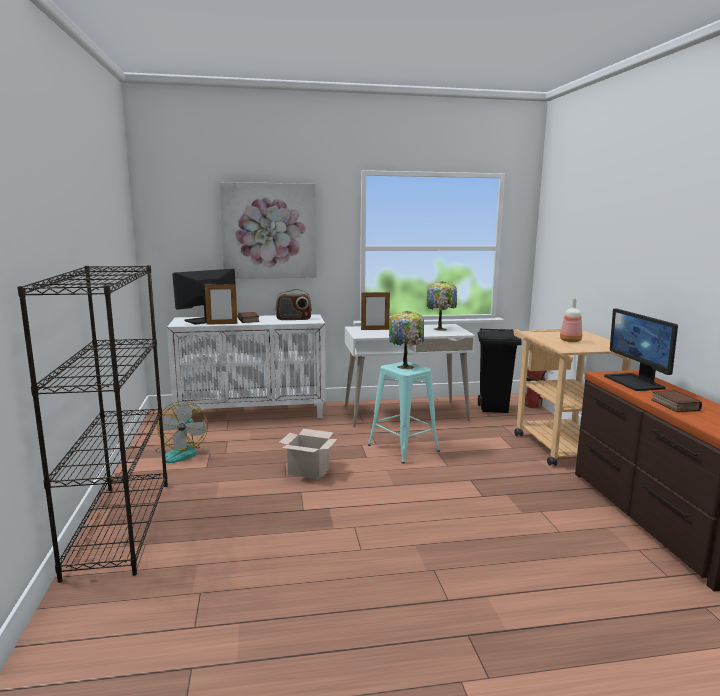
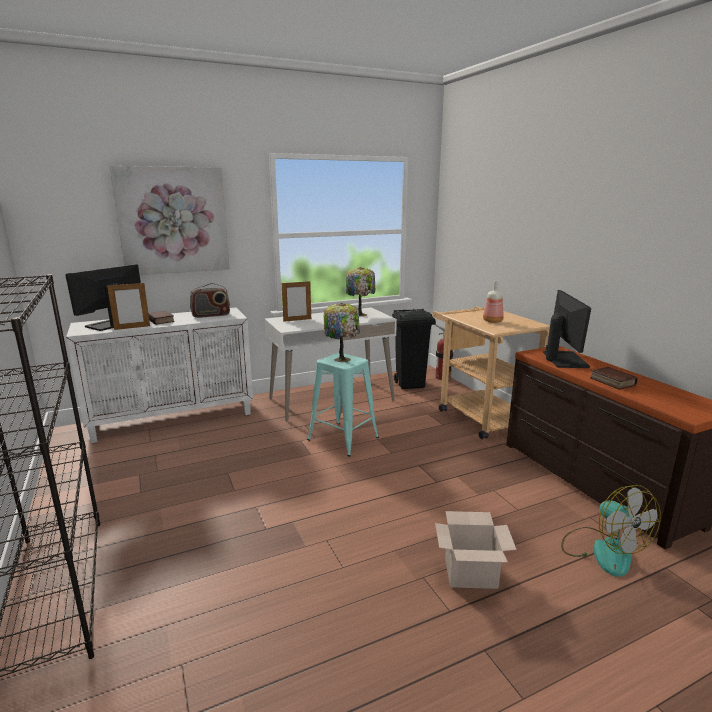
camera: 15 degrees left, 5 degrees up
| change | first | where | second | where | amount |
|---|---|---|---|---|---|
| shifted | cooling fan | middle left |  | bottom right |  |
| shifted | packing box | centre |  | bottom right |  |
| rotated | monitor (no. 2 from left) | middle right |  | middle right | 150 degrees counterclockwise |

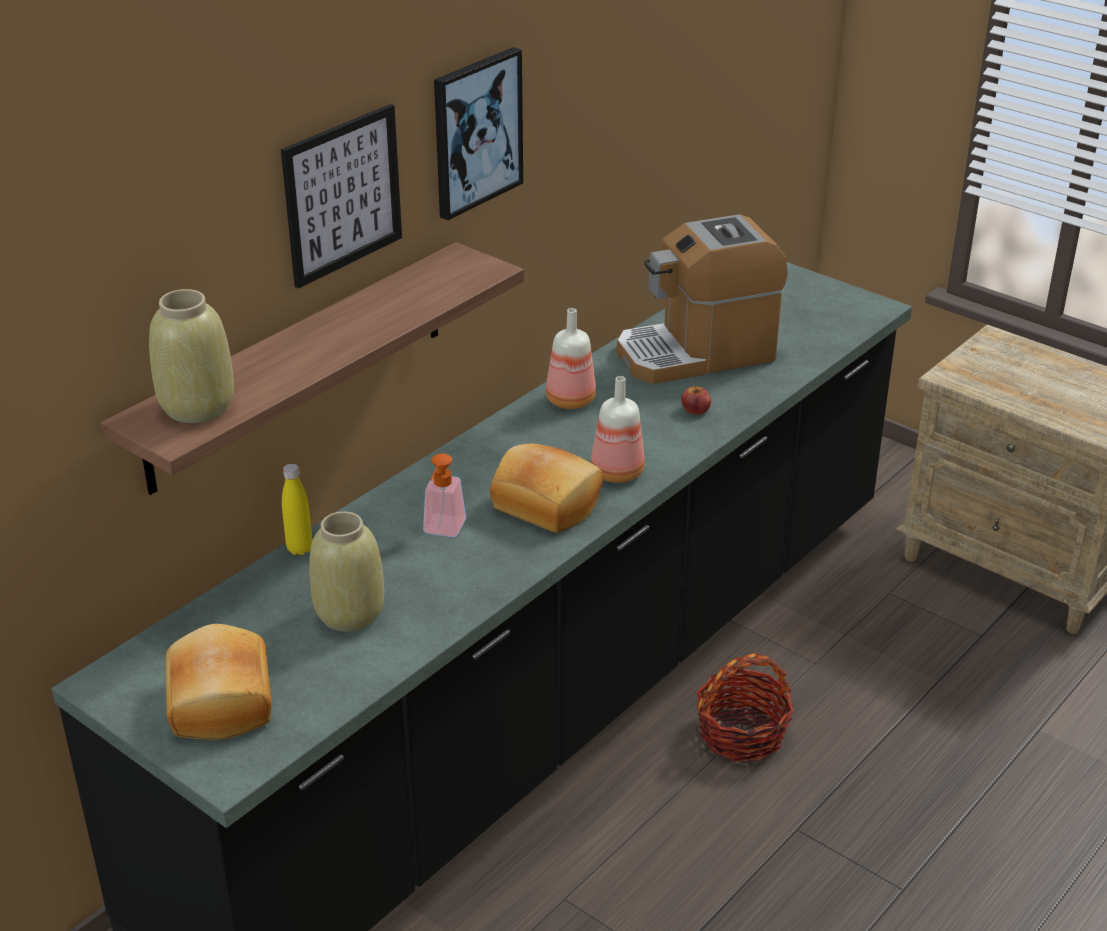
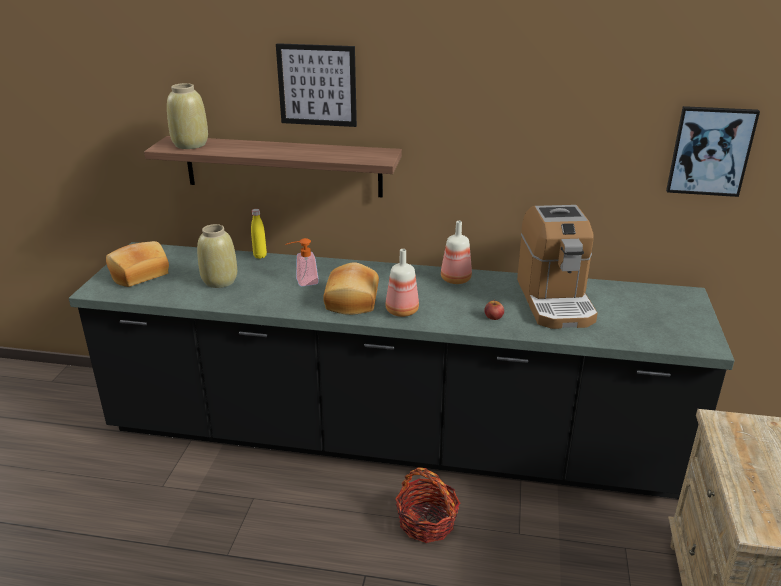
camera: 60 degrees right, 5 degrees down
| change | first | where | second | where | amount |
|---|---|---|---|---|---|
| shifted | wall art (no. 2 from left) | top centre |  | top right |  |
| rotated | coffee maker | top centre |  | middle right | 135 degrees counterclockwise |

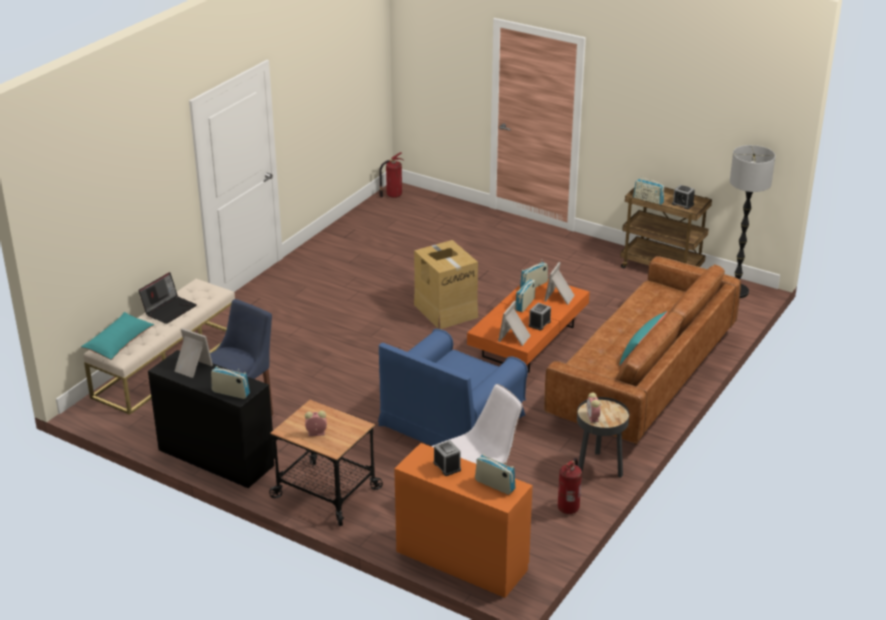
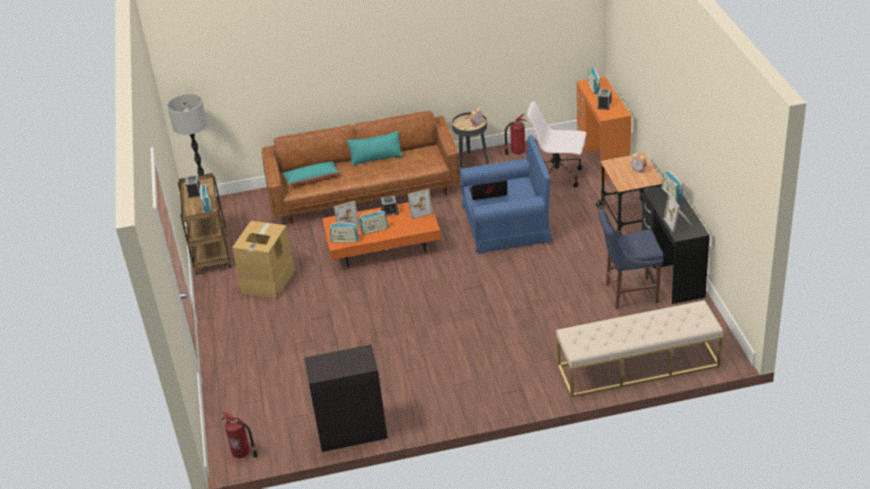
camera: 130 degrees left, 5 degrees up
| change | first | where | second | where | amount |
|---|---|---|---|---|---|
| new |  |  | cupboard (black-coloured) | bottom centre |  |
| shifted | pillow (turquoise-coloured) (no. 1 from left) | middle left |  | centre |  |
| shifted | laptop | middle left |  | centre |  |
| shifted | packing box | centre |  | middle left |  |

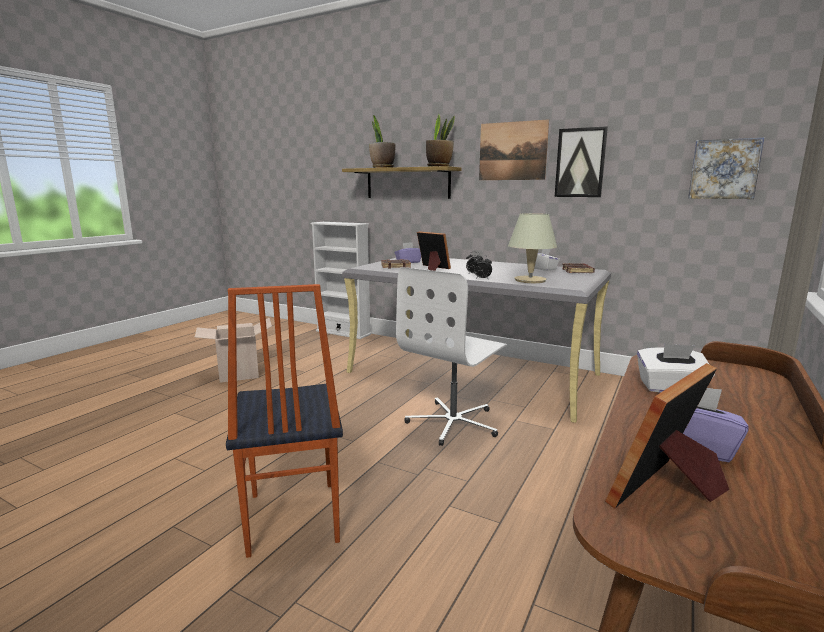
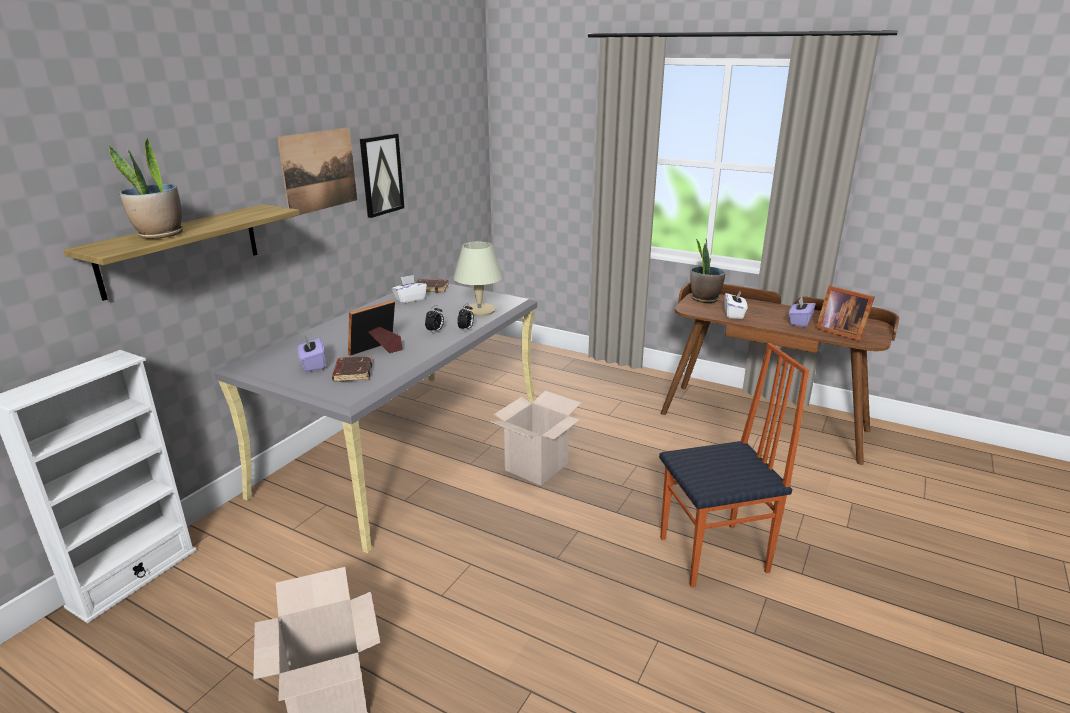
camera: 90 degrees left, 10 degrees up
| change | first | where | second | where | amount |
|---|---|---|---|---|---|
| gone | wall art (no. 3 from left) | top right |  |  |  |
| shifted | potted plant (no. 2 from left) | top centre |  | centre |  |
| swapped | office chair (white-coloured) | centre | packing box (no. 2 from left) | centre |  |

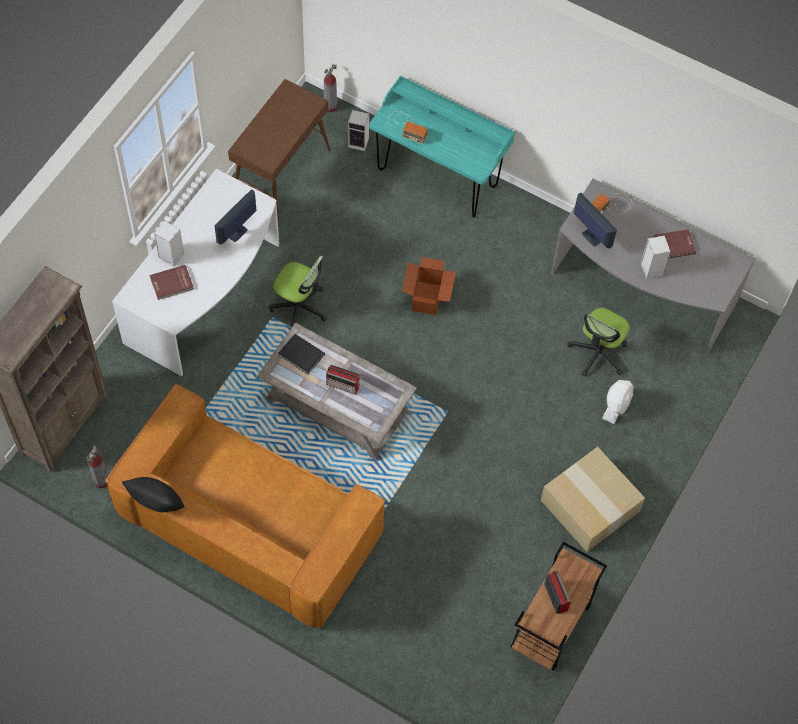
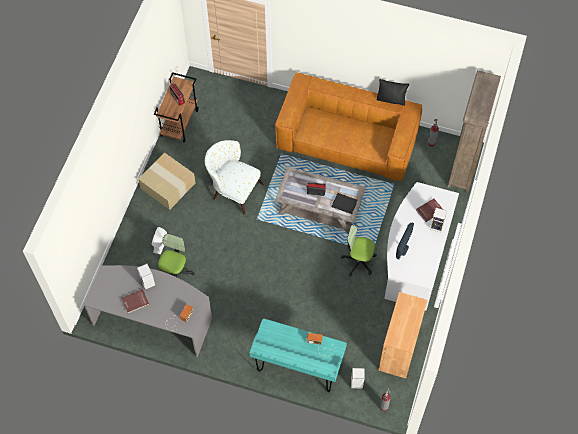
camera: 170 degrees right, 0 degrees up
| change | first | where | second | where | amount |
|---|---|---|---|---|---|
| gone | packing box (no. 1 from left) | centre |  |  |  |
| gone | monitor (no. 2 from left) | top right |  |  |  |
| new |  |  | easy chair (white-coloured) | centre |  |
| swapped | console table (brown-coloured) | top centre | cupboard (brown-coloured) | bottom right |  |

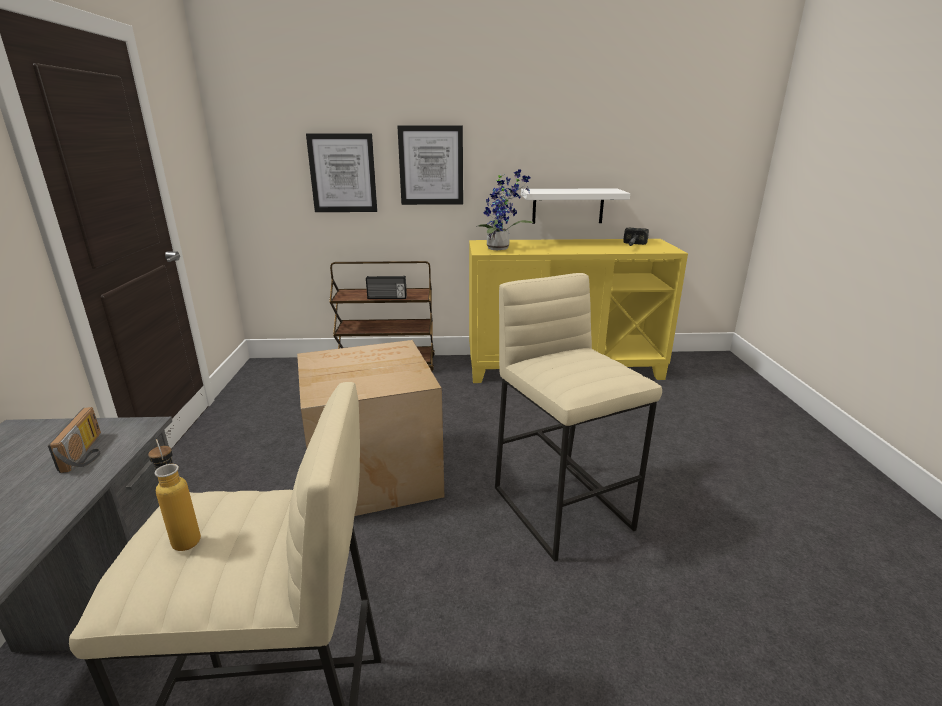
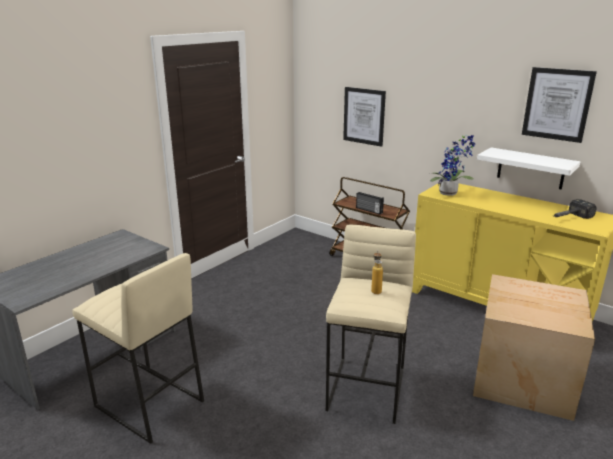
camera: 40 degrees right, 0 degrees up
| change | first | where | second | where | amount |
|---|---|---|---|---|---|
| gone | radio set (no. 1 from left) | middle left |  |  |  |
| shifted | beverage bottle | bottom left |  | centre |  |
| shifted | packing box | centre |  | bottom right |  |
| shifted | wall art (no. 2 from left) | top centre |  | top right |  |

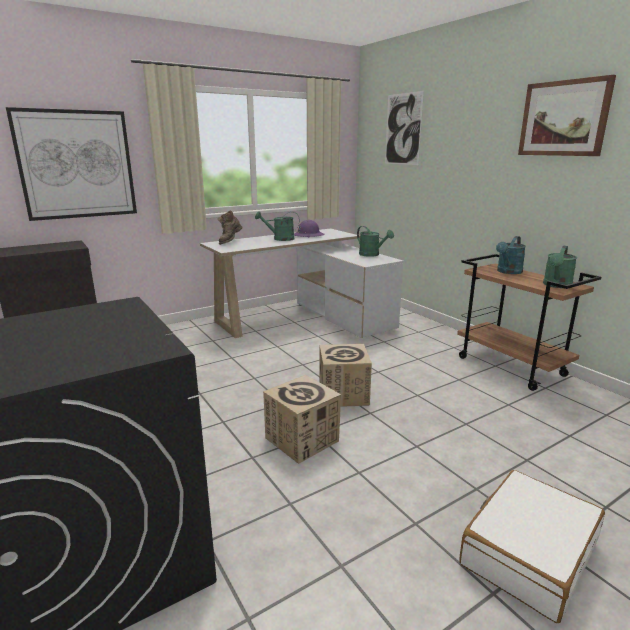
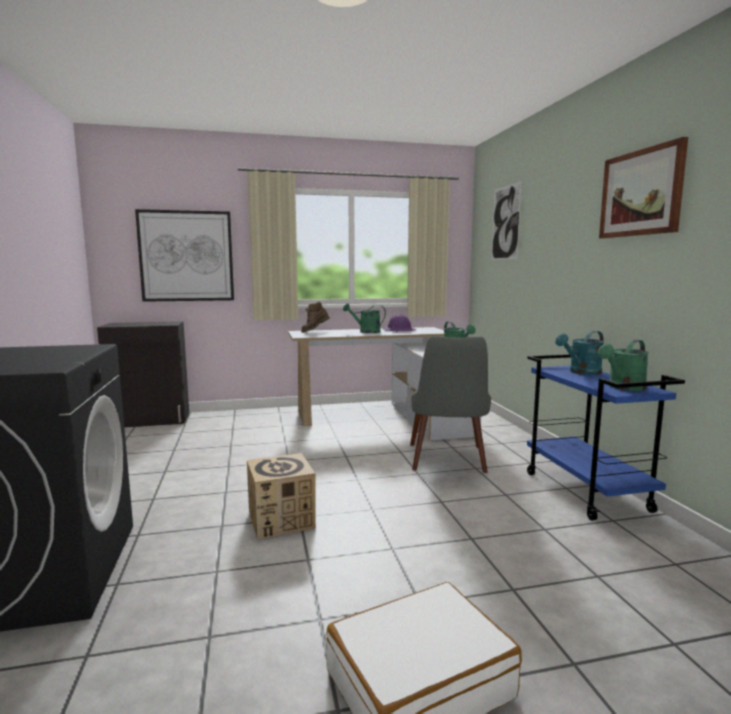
camera: 20 degrees right, 10 degrees down
| change | first | where | second | where | amount |
|---|---|---|---|---|---|
| gone | packing box (no. 2 from left) | centre |  |  |  |
| new |  |  | upright chair (gray) | centre |  |
| repainted | wheeled cart (brown-coloured) | middle right | wheeled cart (bluish) | middle right |  |

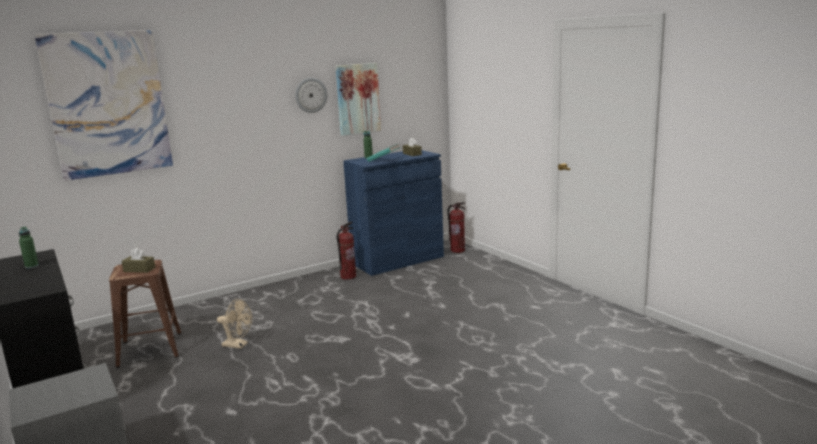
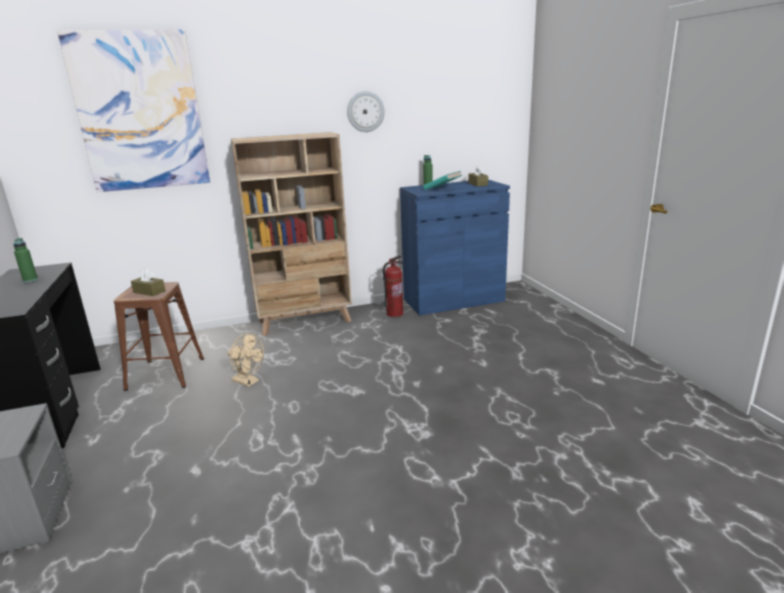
camera: 15 degrees right, 5 degrees up
| change | first | where | second | where | amount |
|---|---|---|---|---|---|
| gone | wall art (no. 2 from left) | top centre |  |  |  |
| gone | fire-fighting cylinder (no. 2 from left) | centre |  |  |  |
| new |  |  | shelving unit (beige) | centre |  |

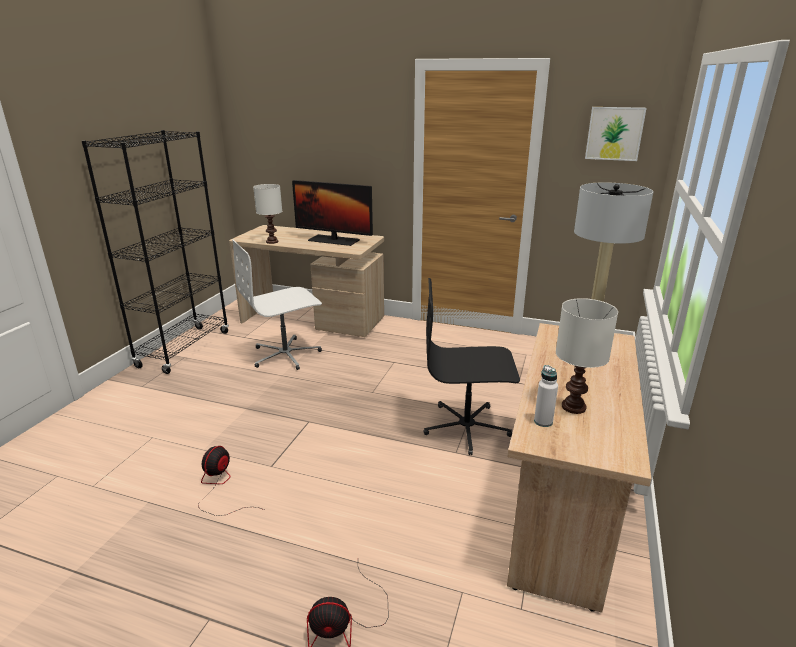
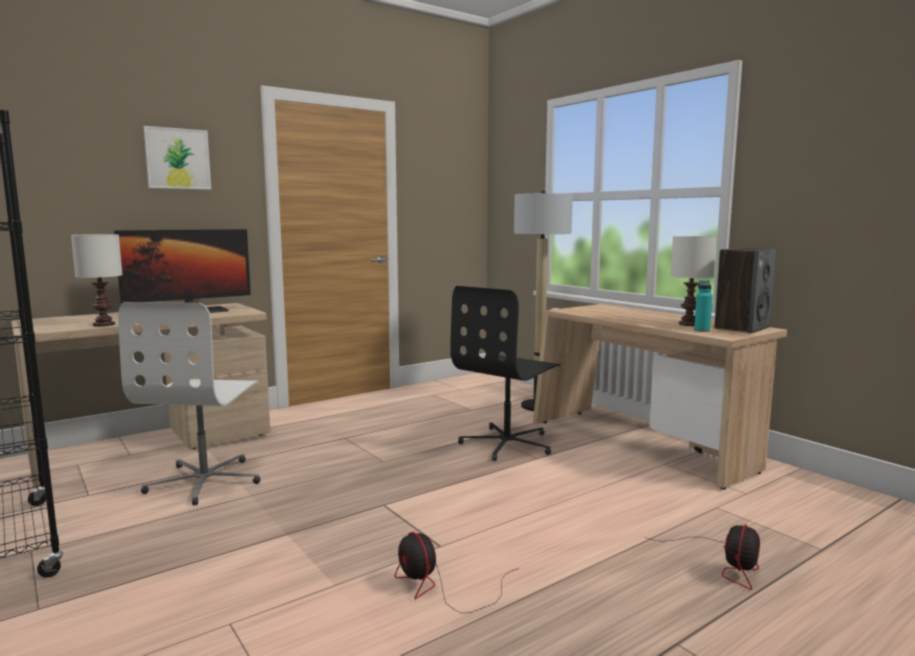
camera: 55 degrees left, 15 degrees down
| change | first | where | second | where | amount |
|---|---|---|---|---|---|
| new |  |  | audio speaker | middle right |  |
| shifted | wall art | top right |  | top left |  |
| repainted | beverage bottle (white-coloured) | middle right | beverage bottle (turquoise-coloured) | middle right |  |

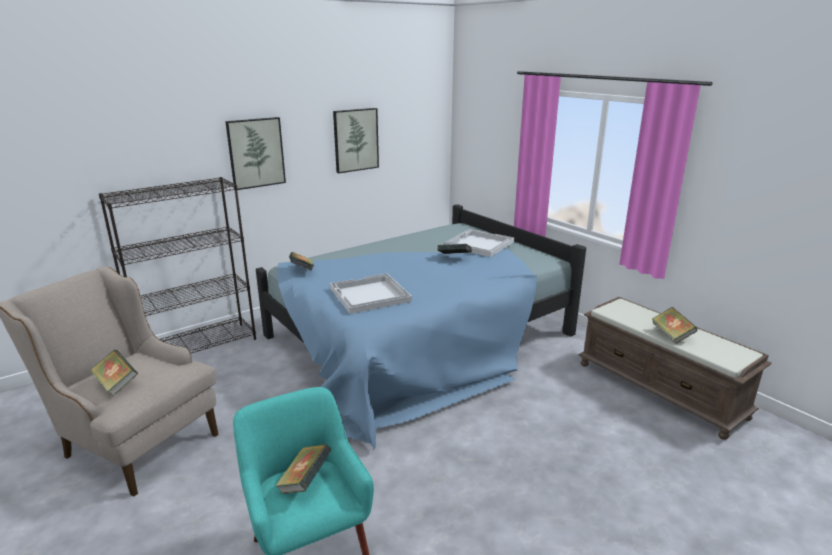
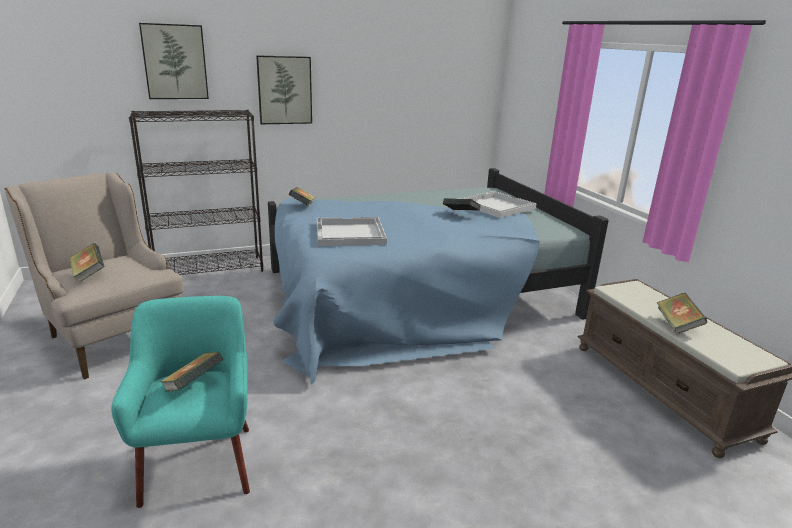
camera: 15 degrees right, 0 degrees up
| change | first | where | second | where | amount |
|---|---|---|---|---|---|
| shifted | wall art (no. 2 from left in the first image) | top centre | wall art (no. 1 from left) | top left |  |

